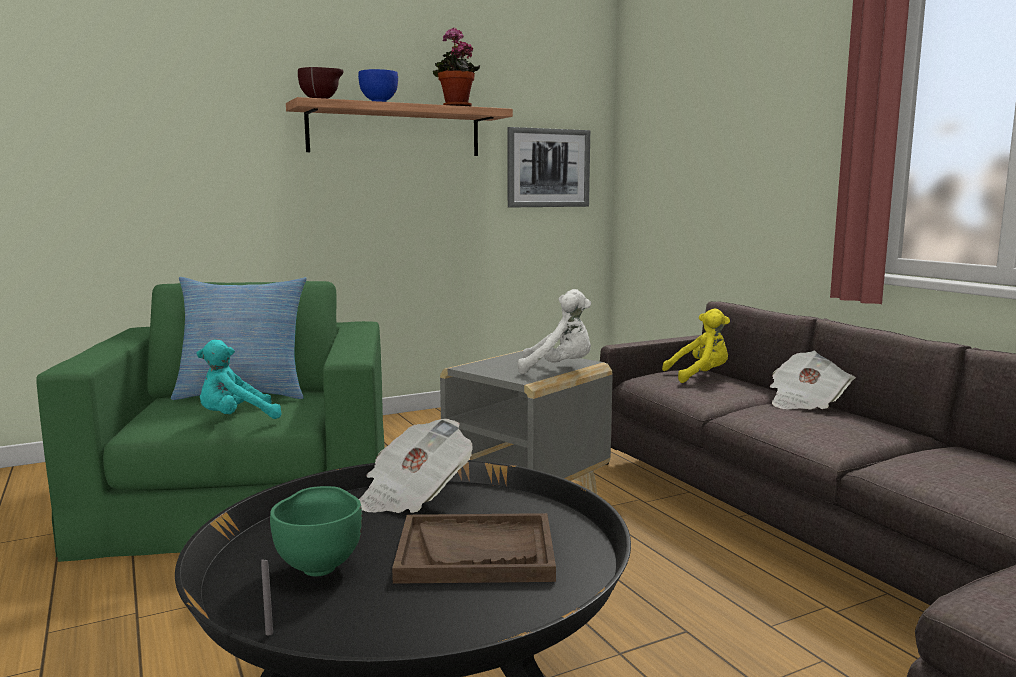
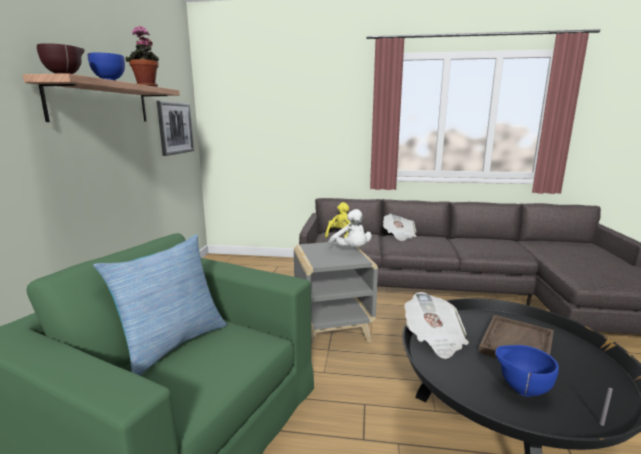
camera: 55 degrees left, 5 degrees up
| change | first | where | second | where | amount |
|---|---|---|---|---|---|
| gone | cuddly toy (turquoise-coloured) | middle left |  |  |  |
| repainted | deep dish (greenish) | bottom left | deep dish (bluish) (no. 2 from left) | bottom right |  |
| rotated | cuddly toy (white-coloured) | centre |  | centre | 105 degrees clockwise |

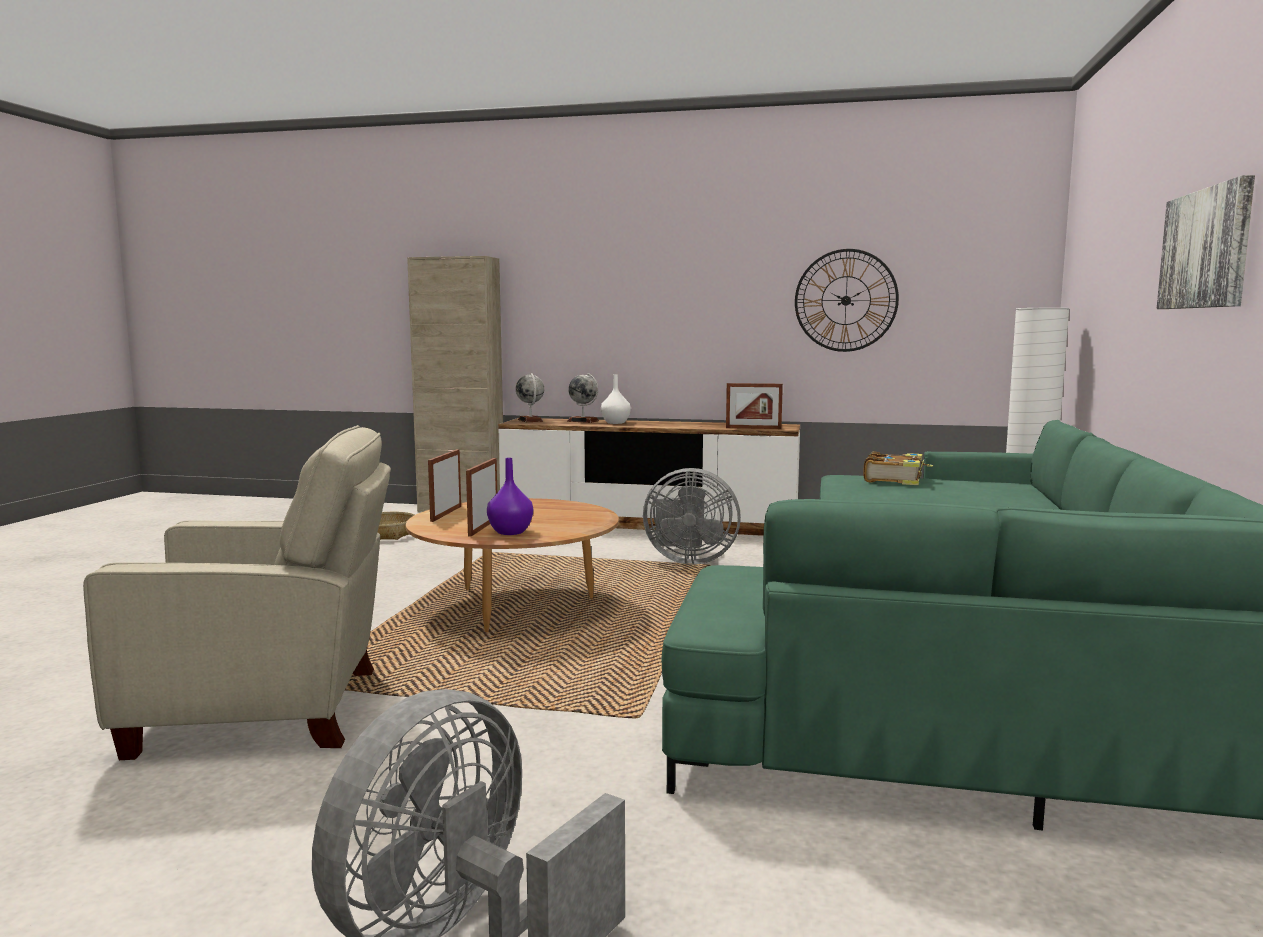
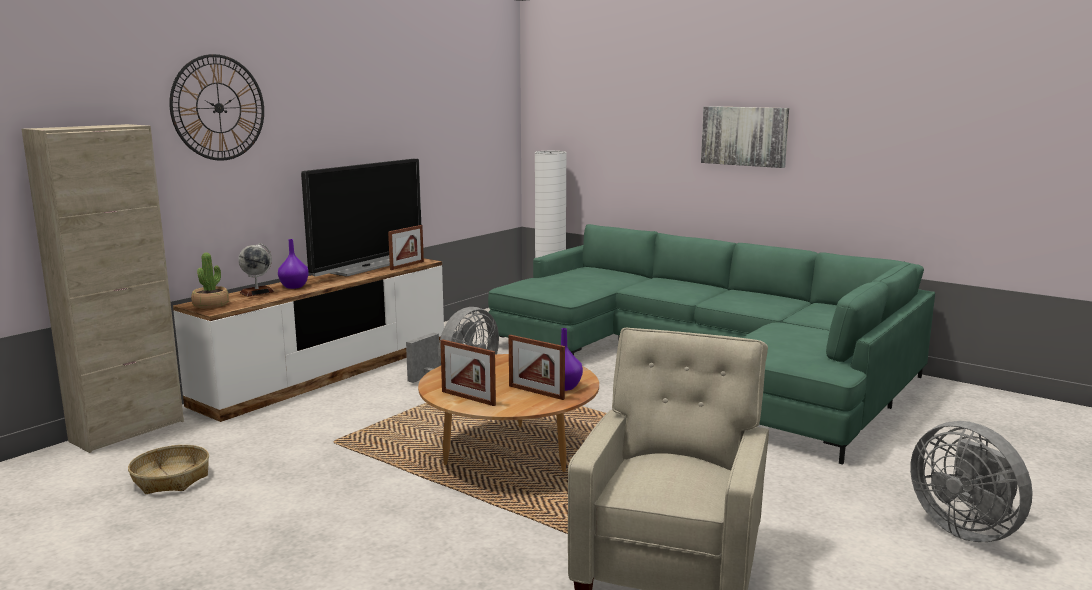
camera: 65 degrees left, 5 degrees up
| change | first | where | second | where | amount |
|---|---|---|---|---|---|
| gone | volume | middle right |  |  |  |
| new |  |  | TV set | middle left |  |
| shifted | wall clock | top right |  | top left |  |
| swapped | world globe (no. 1 from left) | centre | potted plant | middle left |  |
| repainted | decorative vase (white-coloured) | centre | decorative vase (purple-coloured) (no. 1 from left) | middle left |  |

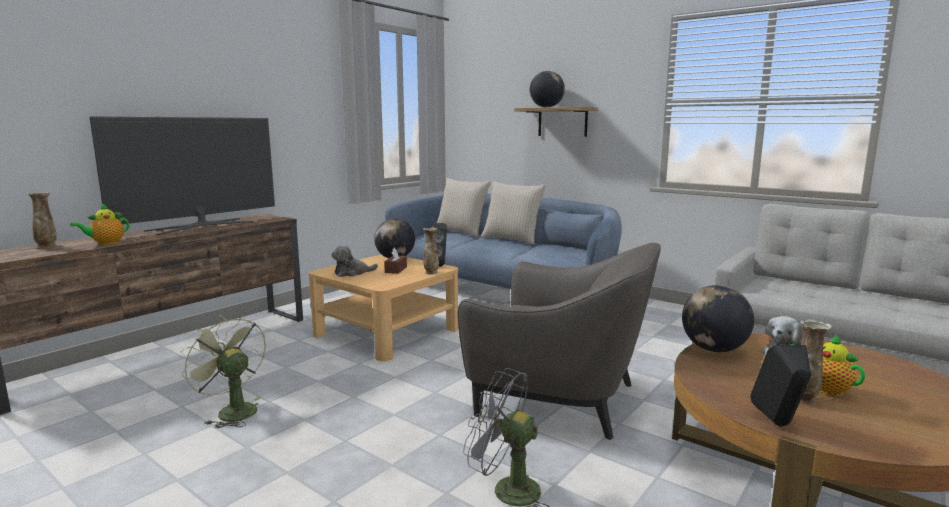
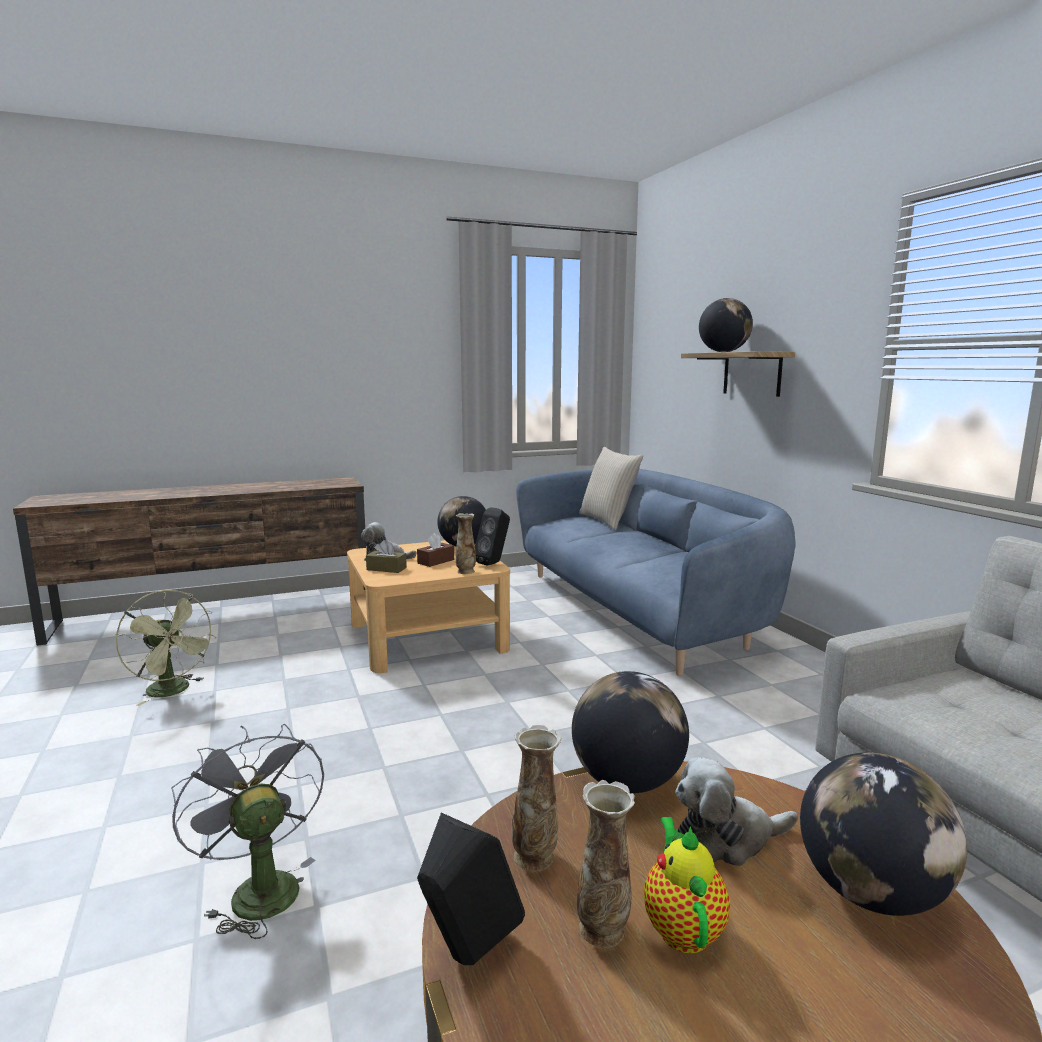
camera: 30 degrees right, 0 degrees up
| change | first | where | second | where | amount |
|---|---|---|---|---|---|
| gone | teapot (no. 1 from left) | middle left |  |  |  |
| gone | TV set | middle left |  |  |  |
| gone | easy chair (gray) | bottom centre |  |  |  |
| gone | pillow (beige) (no. 2 from left) | centre |  |  |  |
| new |  |  | tissue box (brown-coloured) (no. 1 from left) | centre |  |
| new |  |  | world globe (no. 4 from left) | bottom right |  |
| shifted | decorative vase (no. 1 from left in the first image) | middle left | decorative vase (no. 2 from left) | bottom centre |  |
| rotated | cooling fan (greenish) | bottom left |  | middle left | 150 degrees clockwise |

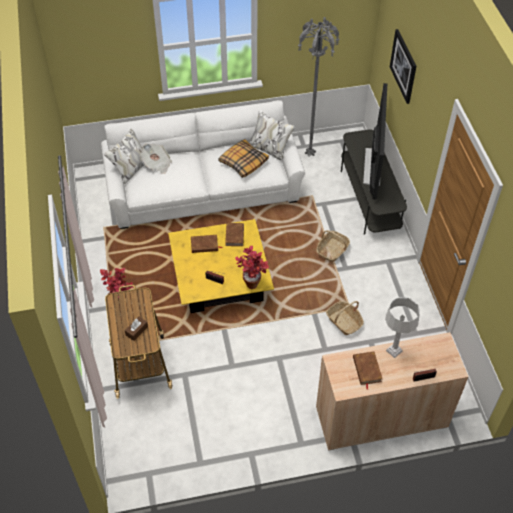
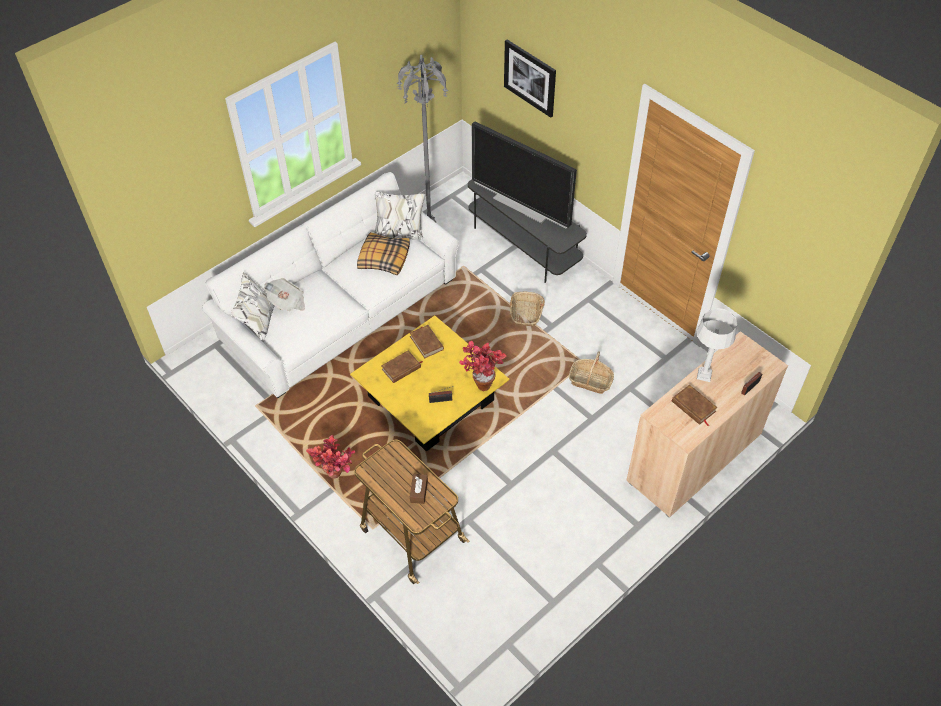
camera: 30 degrees left, 0 degrees up
| change | first | where | second | where | amount |
|---|---|---|---|---|---|
| rotated | TV set | top right |  | top centre | 150 degrees clockwise |

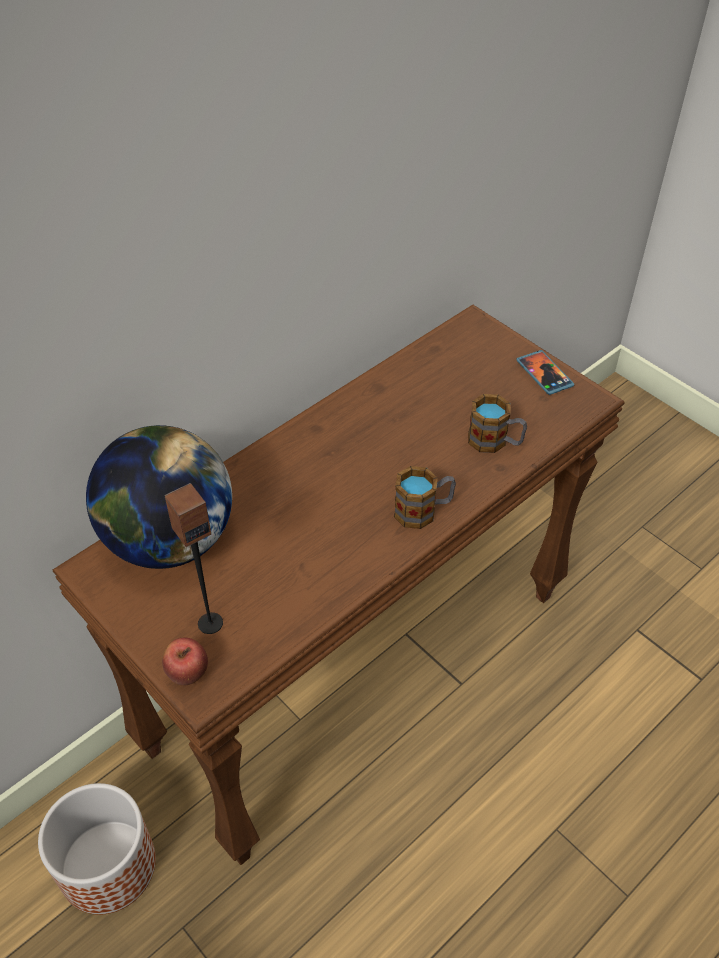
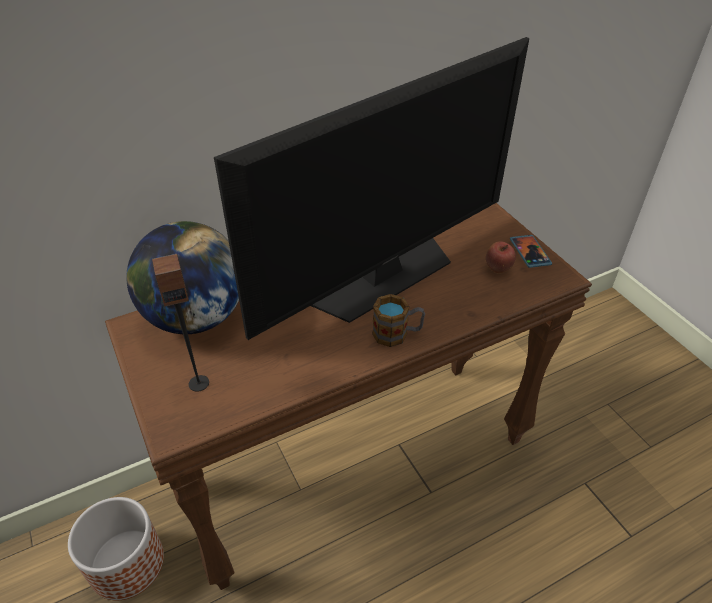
camera: 15 degrees right, 5 degrees down
| change | first | where | second | where | amount |
|---|---|---|---|---|---|
| gone | mug (no. 2 from left) | middle right |  |  |  |
| new |  |  | TV set | top centre |  |
| shifted | apple fruit | bottom left |  | middle right |  |

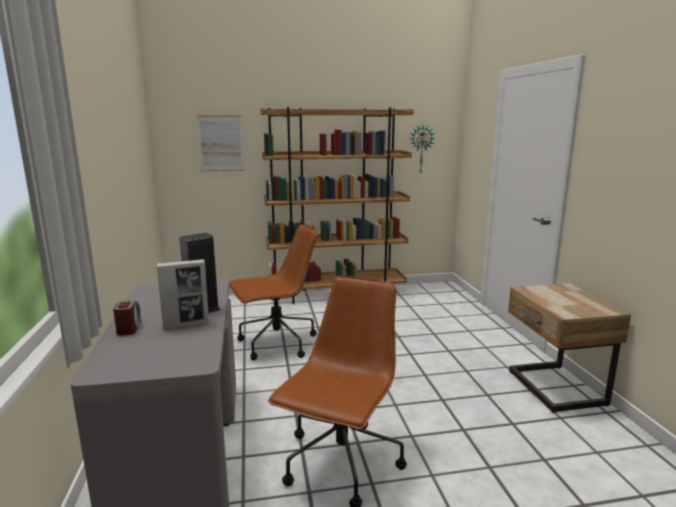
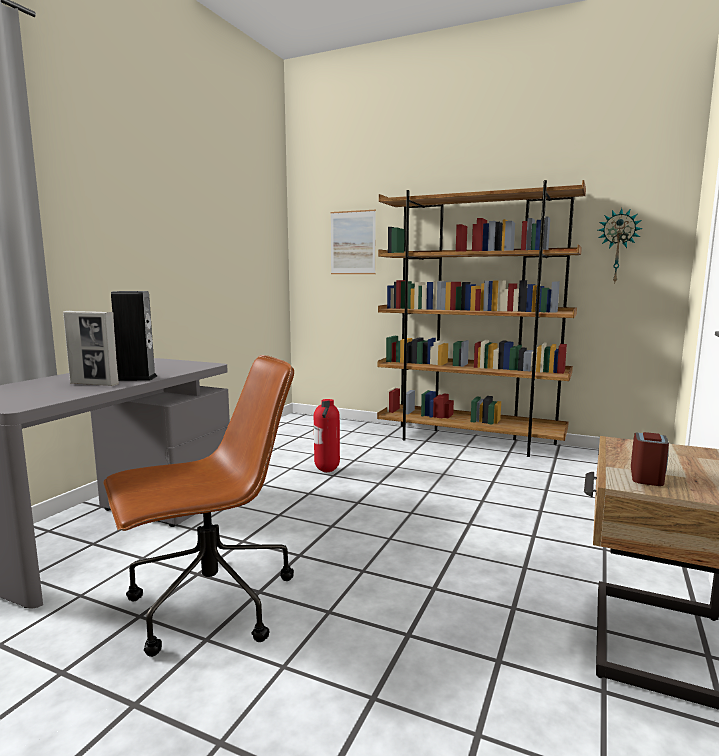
camera: 35 degrees right, 5 degrees down
| change | first | where | second | where | amount |
|---|---|---|---|---|---|
| shifted | alarm clock | middle left |  | middle right |  |
| swapped | office chair (brown-coloured) (no. 1 from left) | centre | fire-fighting cylinder | centre |  |

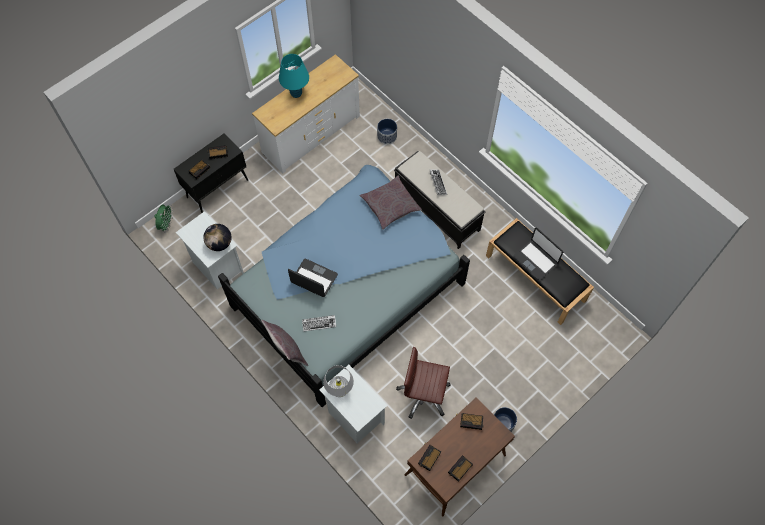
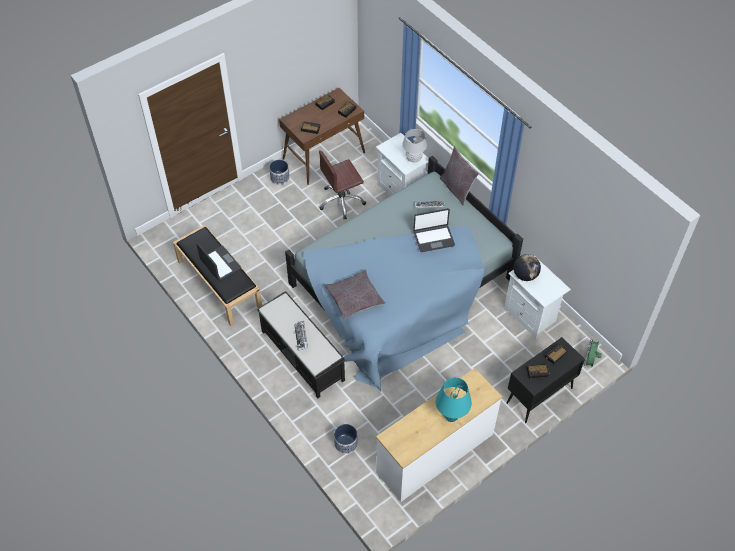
camera: 175 degrees left, 10 degrees down
| change | first | where | second | where | amount |
|---|---|---|---|---|---|
| rotated | laptop (no. 1 from left in the first image) | centre | laptop (no. 2 from left) | centre | 45 degrees counterclockwise |
| rotated | office chair (brown-coloured) | bottom centre |  | centre | 135 degrees clockwise |

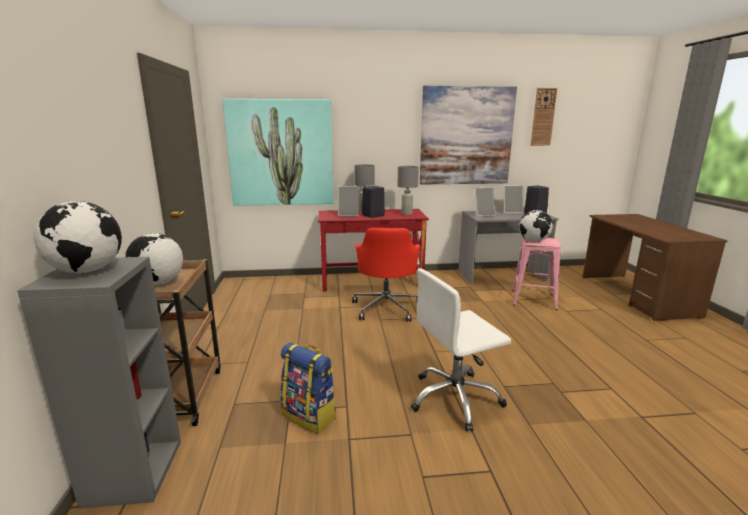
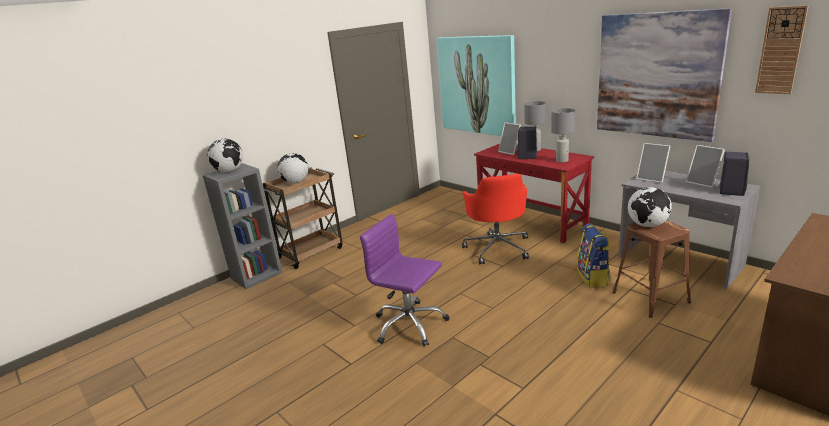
camera: 55 degrees right, 5 degrees up
| change | first | where | second | where | amount |
|---|---|---|---|---|---|
| shifted | knapsack | bottom centre |  | middle right |  |
| repainted | office chair (white-coloured) | bottom centre | office chair (purple-coloured) | centre |  |
| repainted | stool (pink-coloured) | middle right | stool (brown-coloured) | middle right |  |
| rotated | office chair (red-coloured) | centre |  | centre | 60 degrees counterclockwise |

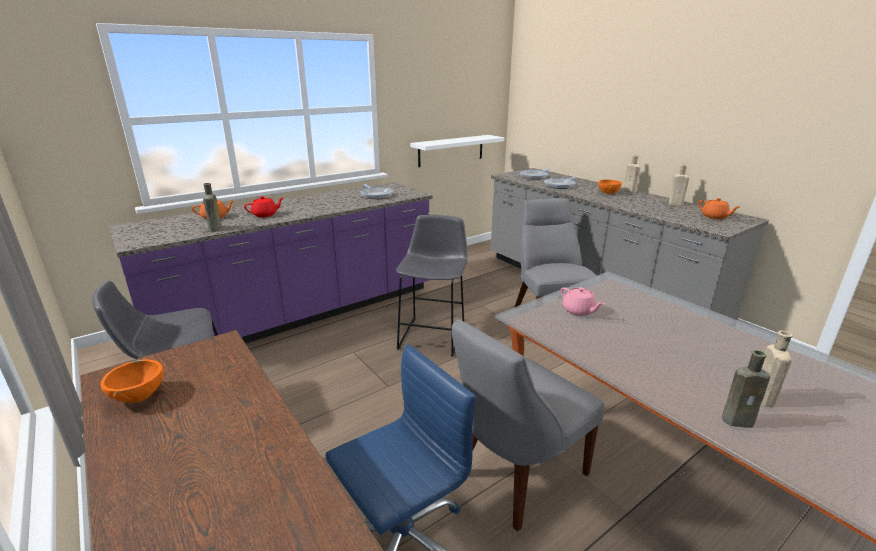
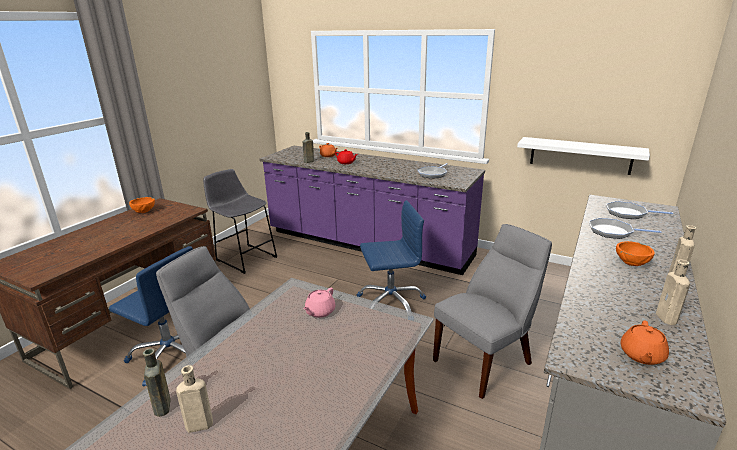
camera: 65 degrees right, 0 degrees up
| change | first | where | second | where | amount |
|---|---|---|---|---|---|
| swapped | stool (gray) (no. 2 from left) | centre | office chair (bluish) (no. 2 from left) | centre |  |

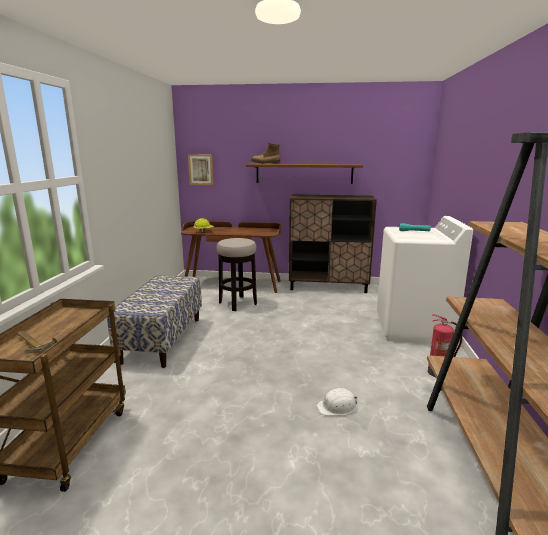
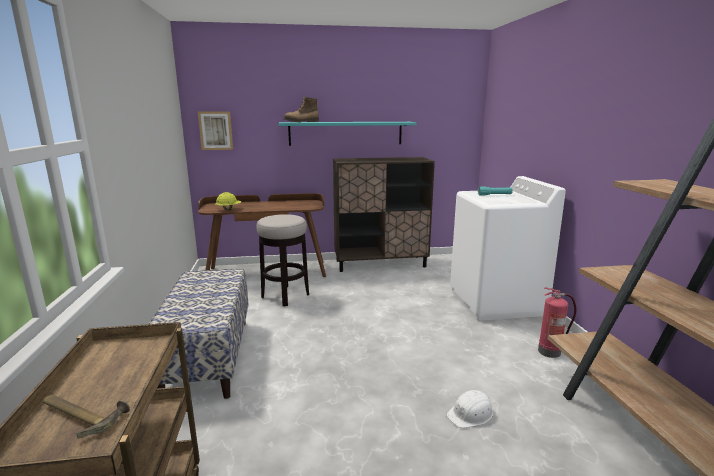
camera: 15 degrees left, 0 degrees up
| change | first | where | second | where | amount |
|---|---|---|---|---|---|
| repainted | shelf (brown-coloured) | top centre | shelf (turquoise-coloured) | top centre |  |

